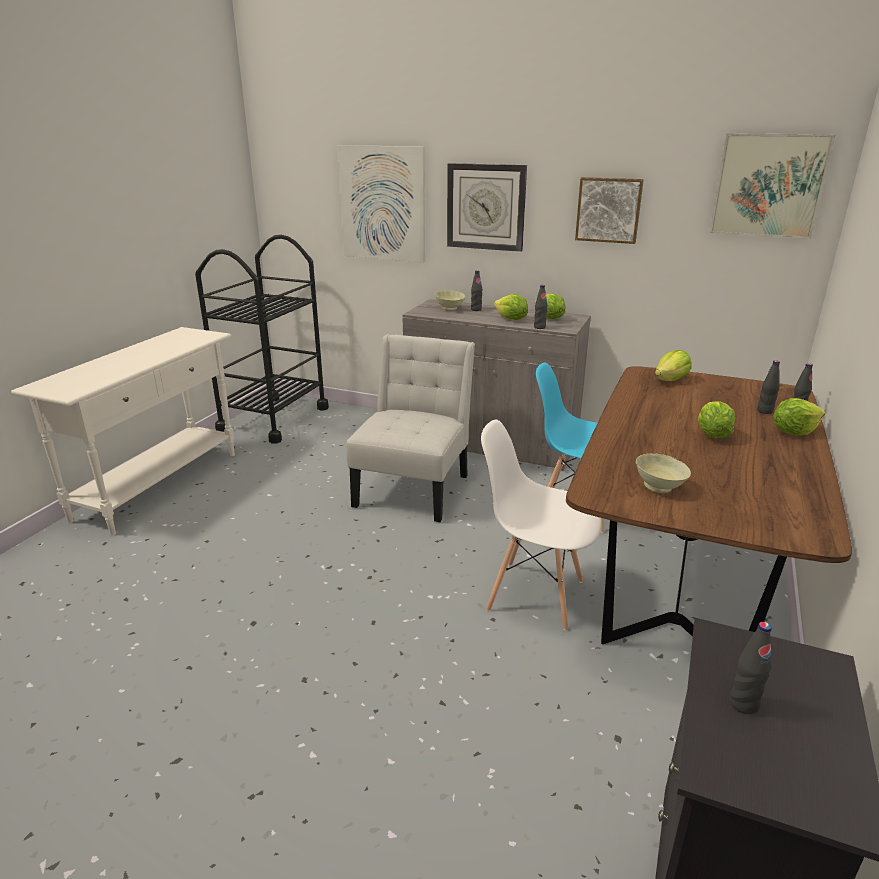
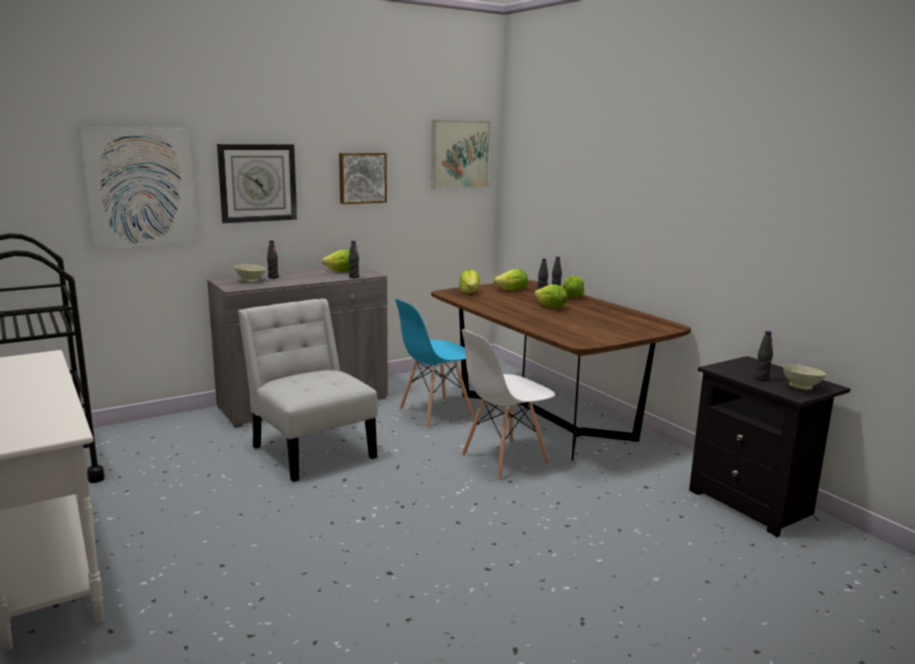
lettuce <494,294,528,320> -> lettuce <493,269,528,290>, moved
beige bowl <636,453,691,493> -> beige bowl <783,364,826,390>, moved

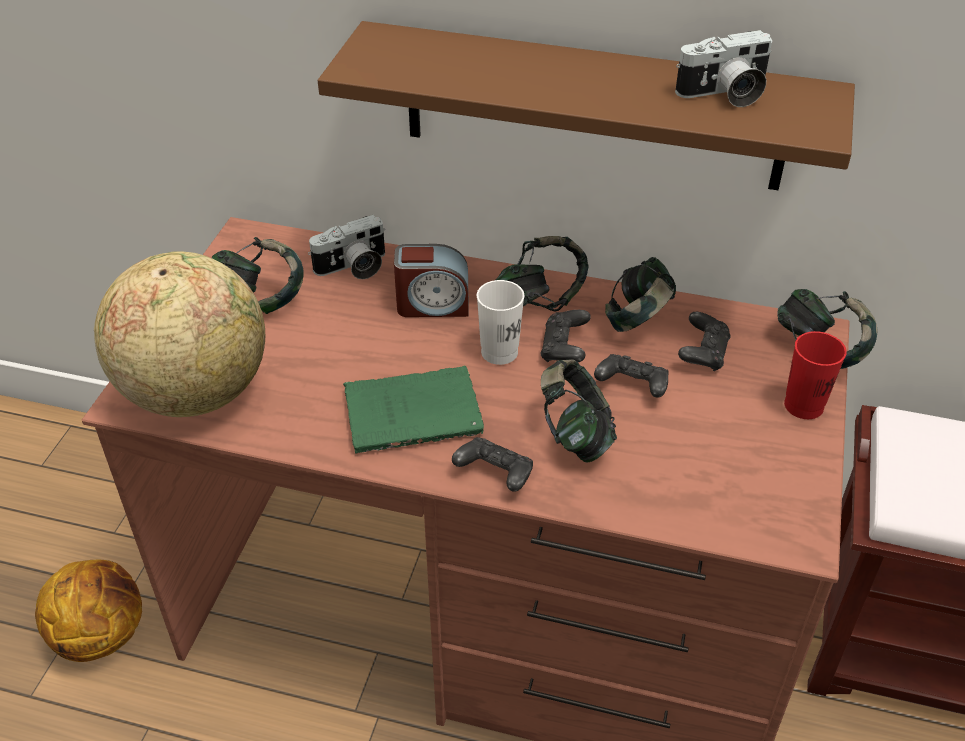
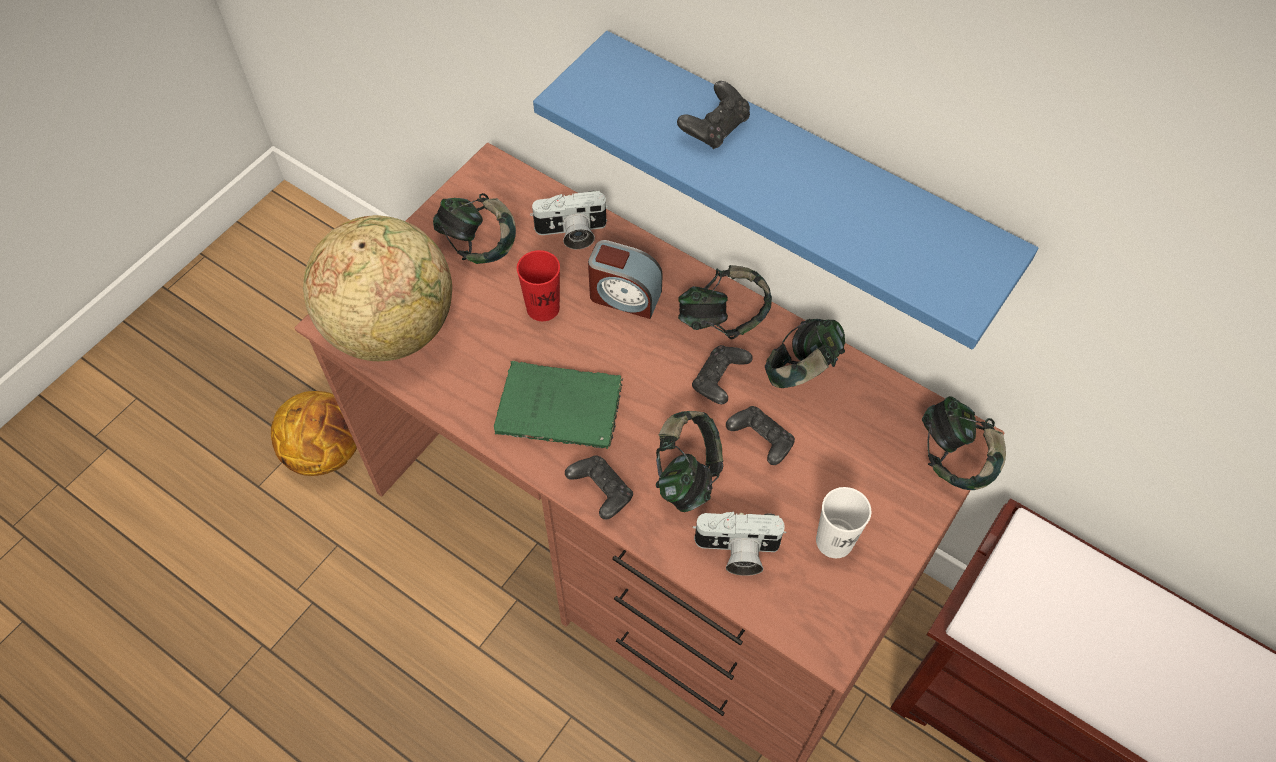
white cup <477,280,524,365> -> white cup <816,487,871,558>, moved
photo camera <675,30,772,107> -> photo camera <693,512,786,576>, moved
black game controller <678,312,730,371> -> black game controller <677,81,750,149>, moved
red cup <784,331,847,419> -> red cup <517,250,560,321>, moved
brown shelf <318,21,855,190> -> blue shelf <533,31,1038,349>

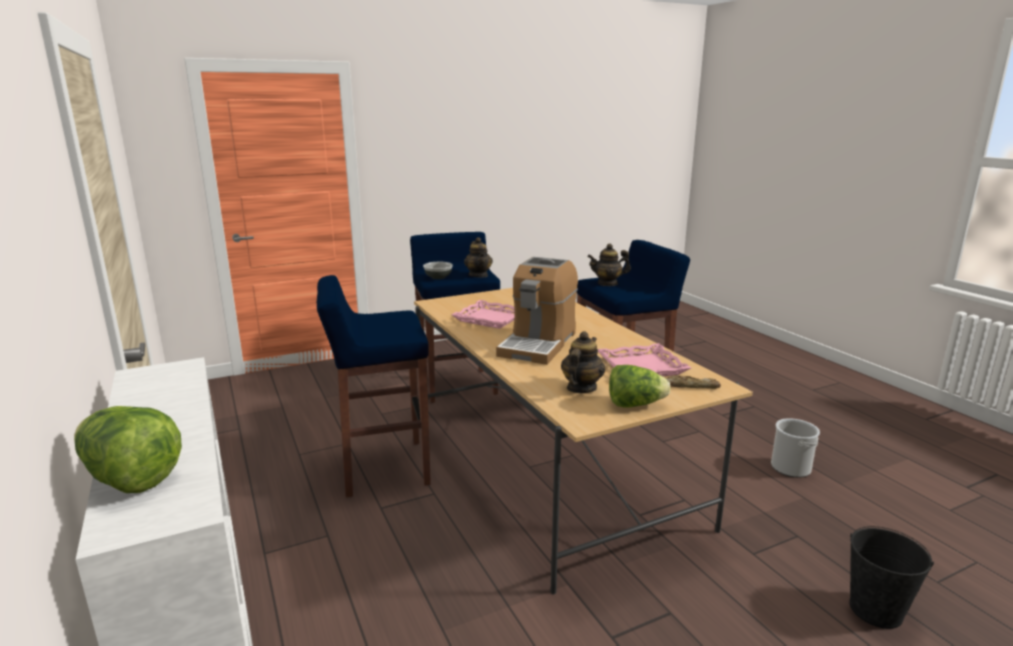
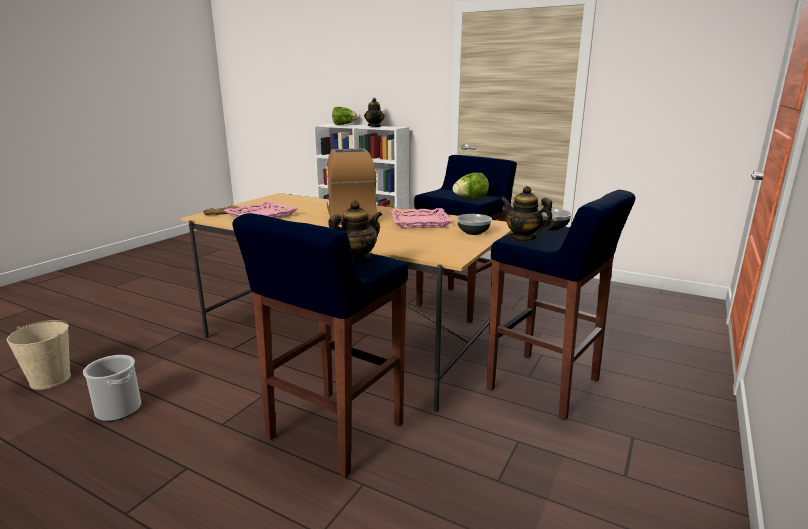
black bucket <850,526,934,629> -> none
none -> beige bucket <7,320,71,390>
none -> bowl <457,214,492,235>
teapot <561,331,605,393> -> teapot <364,98,385,127>, moved
lettuce <609,365,670,407> -> lettuce <453,172,489,199>, moved

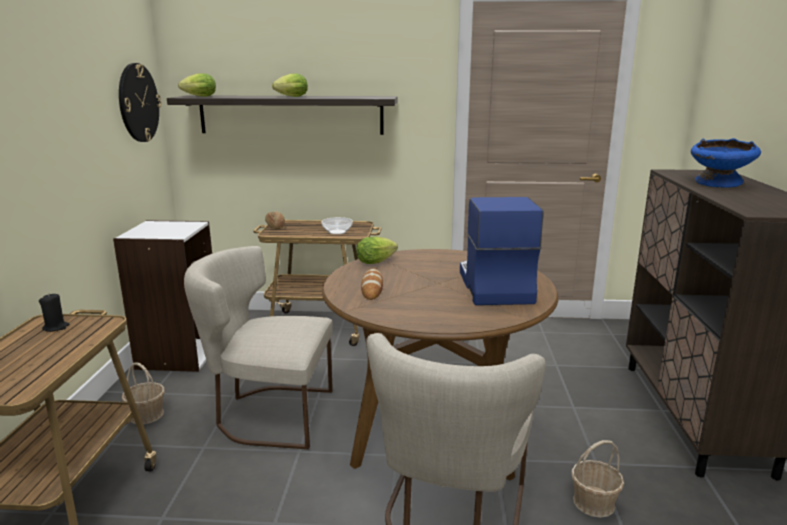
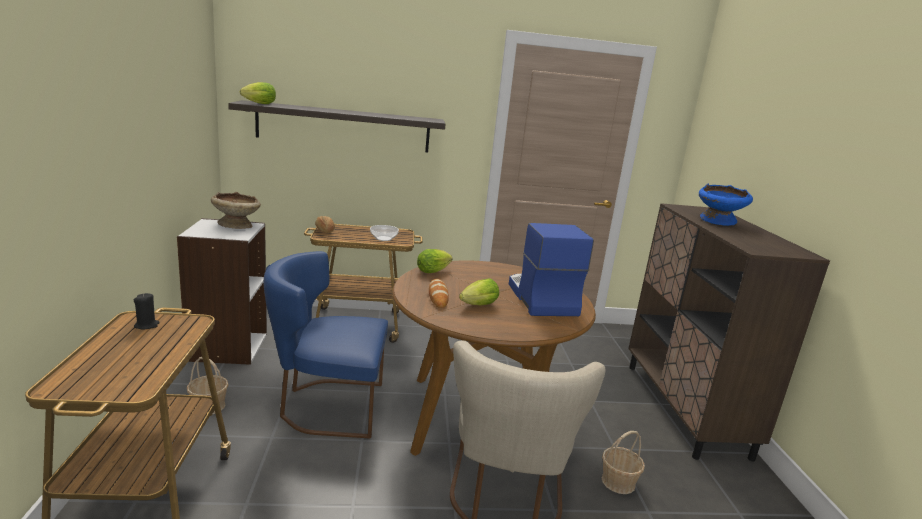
wall clock <119,63,161,142> -> none
none -> beige bowl <211,192,261,229>
lettuce <272,74,308,97> -> lettuce <459,279,499,305>, moved
beige chair <184,246,333,449> -> blue chair <264,251,388,439>

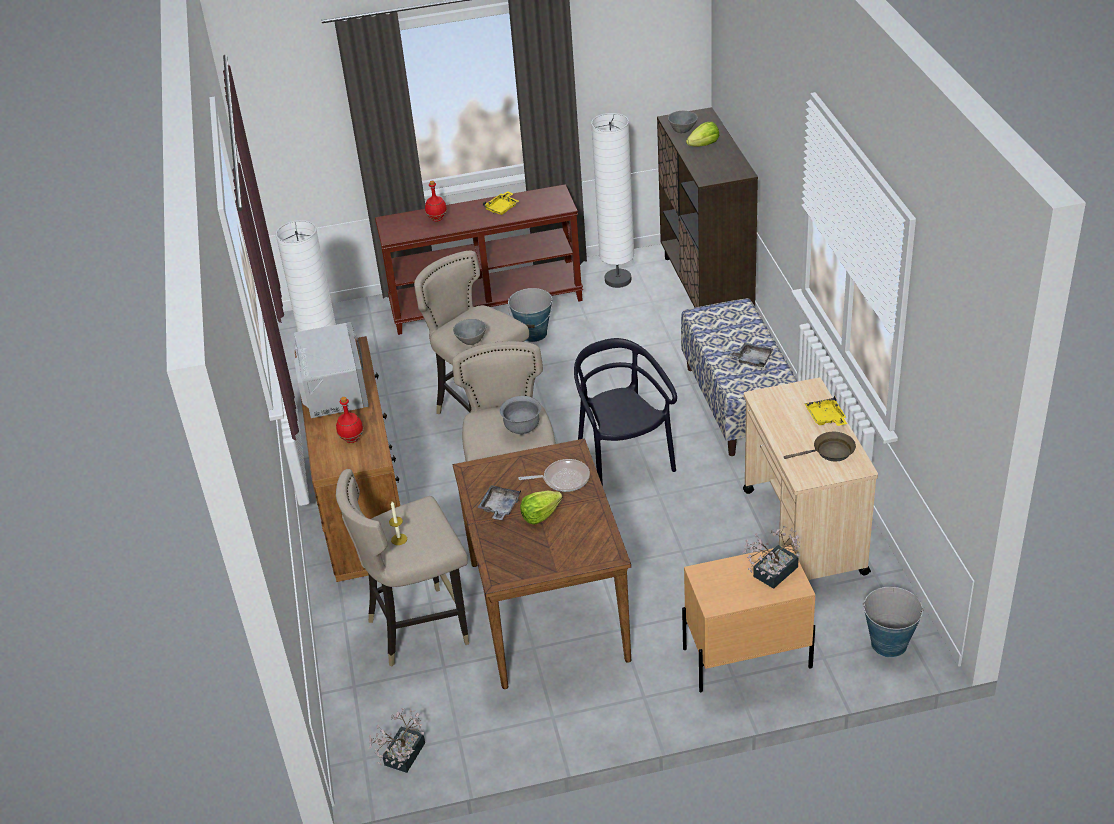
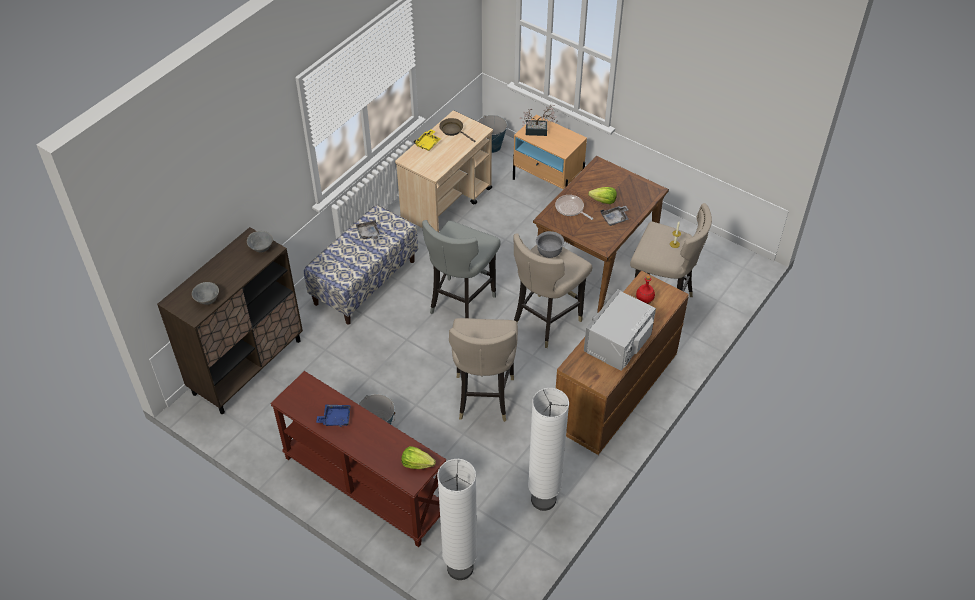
potted plant <368,708,425,773> -> none
red bottle <425,181,447,222> -> none
grey bowl <453,319,486,345> -> grey bowl <247,231,273,252>, moved
white floor lamp <591,113,634,288> -> white floor lamp <437,459,477,580>, moved
lettuce <686,122,719,147> -> lettuce <401,446,436,469>, moved
black chair <574,338,677,486> -> grey stool <422,220,501,318>
yellow tray <482,191,519,215> -> blue tray <316,405,351,427>

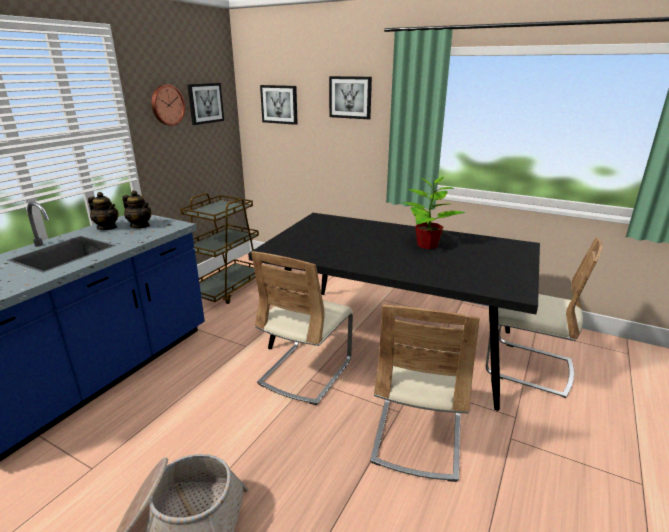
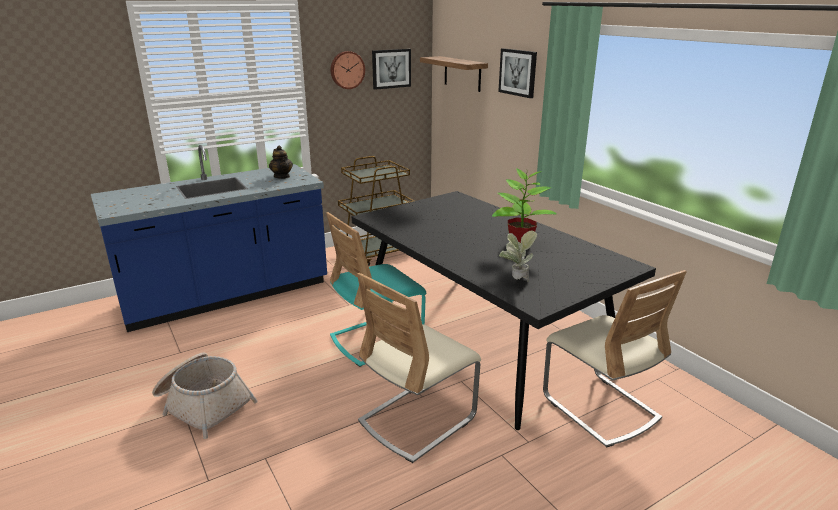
teapot <88,192,119,230> -> none
none -> potted plant <499,230,537,282>
picture <260,85,298,125> -> shelf <420,56,488,92>
beige chair <251,251,353,405> -> turquoise chair <326,212,426,367>

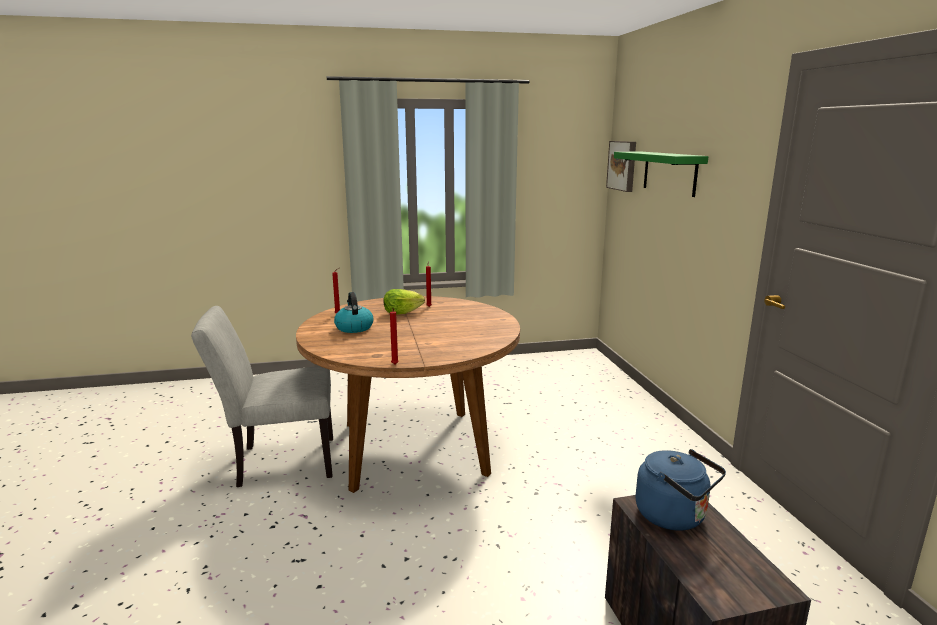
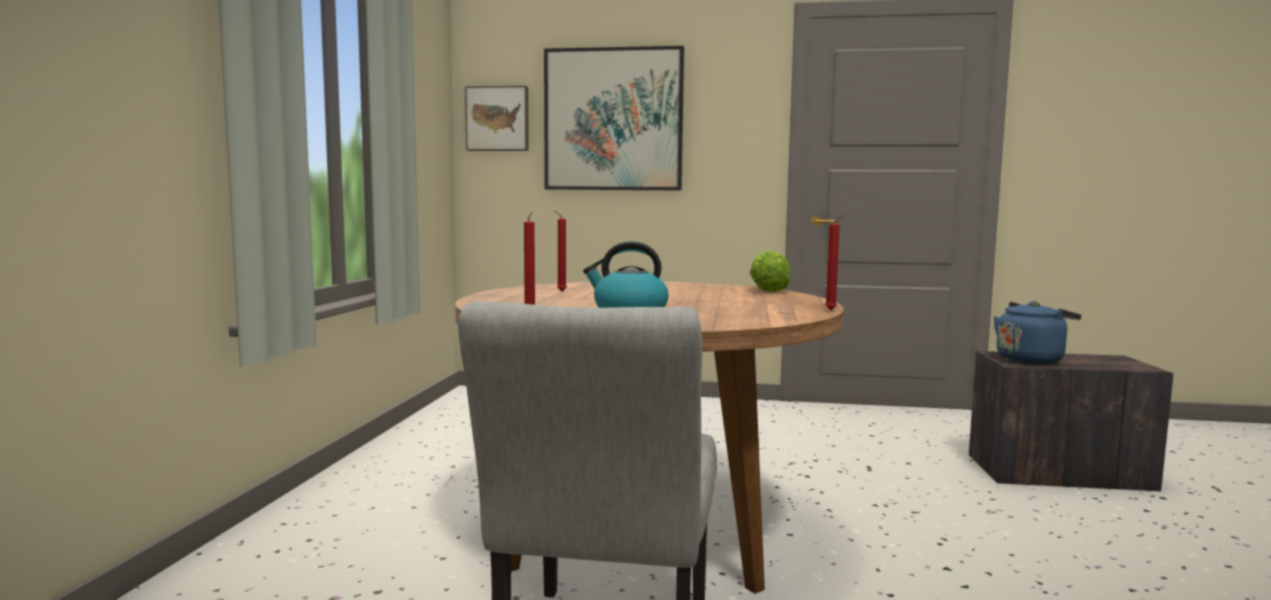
lettuce <384,289,425,315> -> lettuce <750,250,791,292>, moved
green shelf <614,152,709,197> -> picture <544,46,684,191>

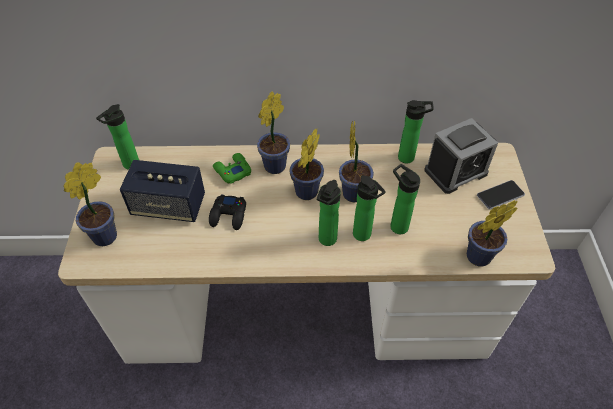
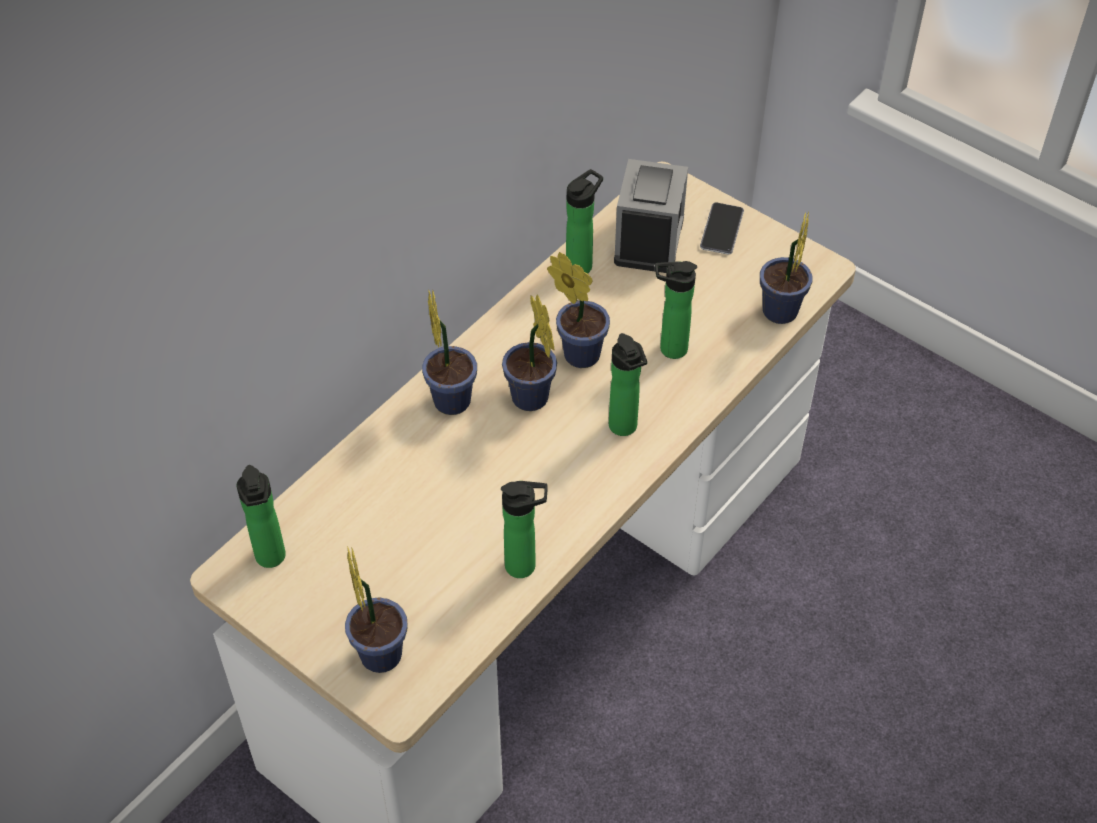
speaker <120,160,205,222> -> none
black game controller <209,194,246,230> -> none
green game controller <213,153,251,184> -> none
bottle <353,175,386,241> -> bottle <501,481,548,578>, moved

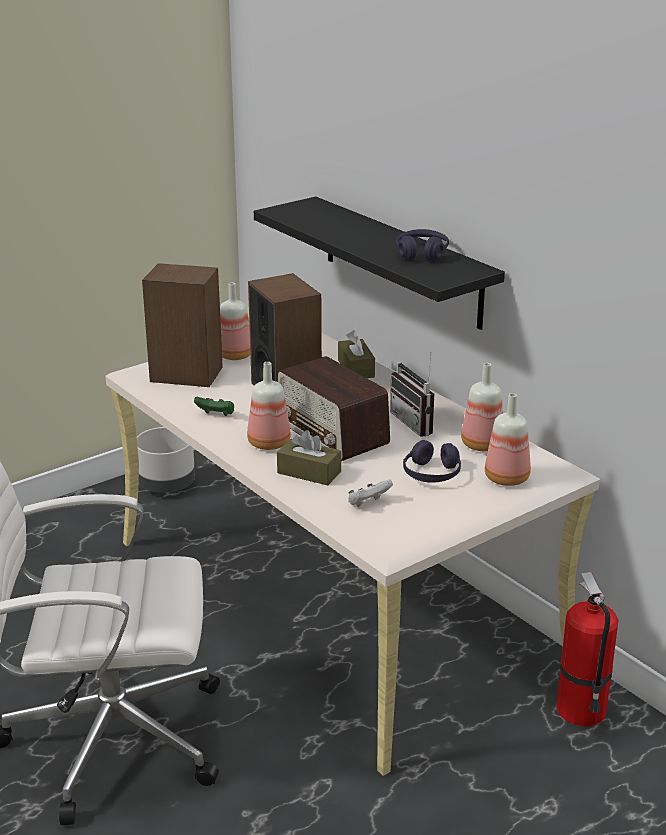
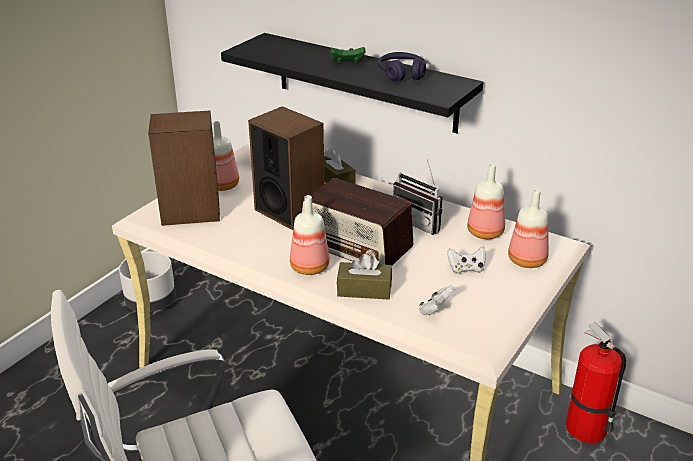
green game controller <194,397,234,416> -> green game controller <330,47,366,64>, moved
purple headphones <403,440,461,483> -> white game controller <447,246,486,274>

